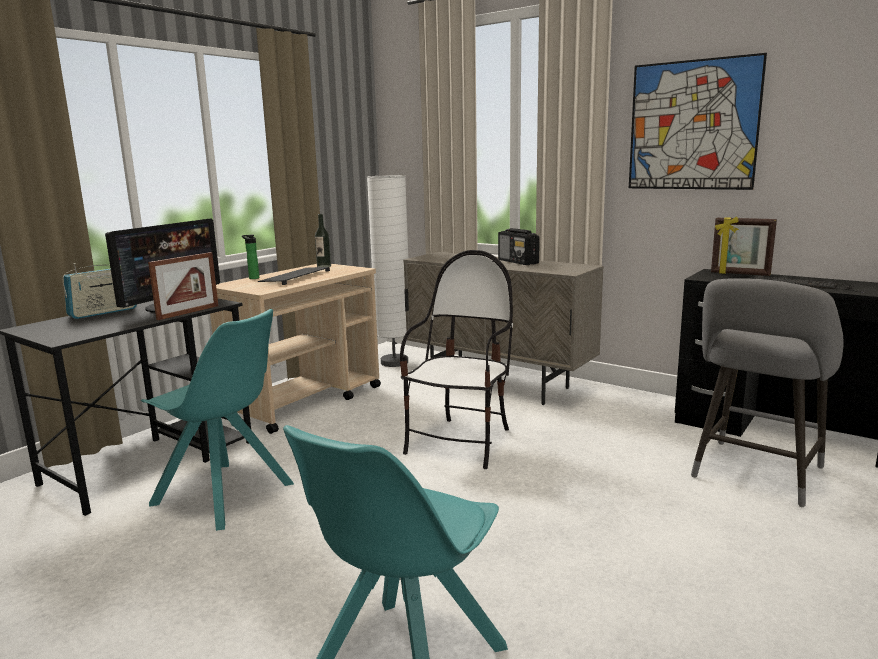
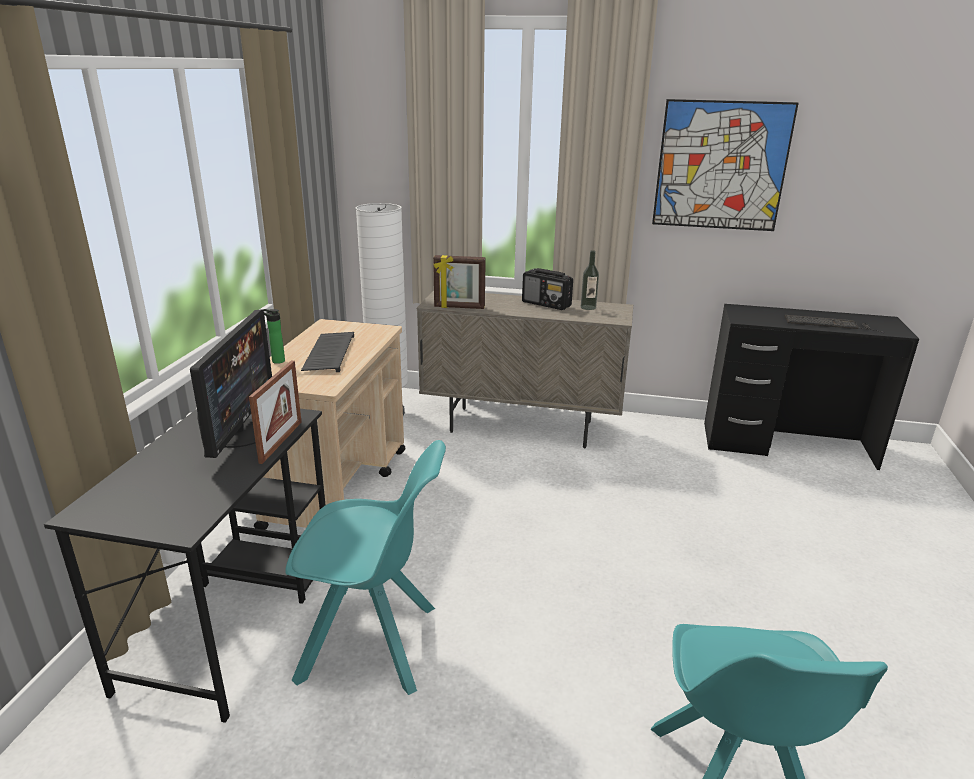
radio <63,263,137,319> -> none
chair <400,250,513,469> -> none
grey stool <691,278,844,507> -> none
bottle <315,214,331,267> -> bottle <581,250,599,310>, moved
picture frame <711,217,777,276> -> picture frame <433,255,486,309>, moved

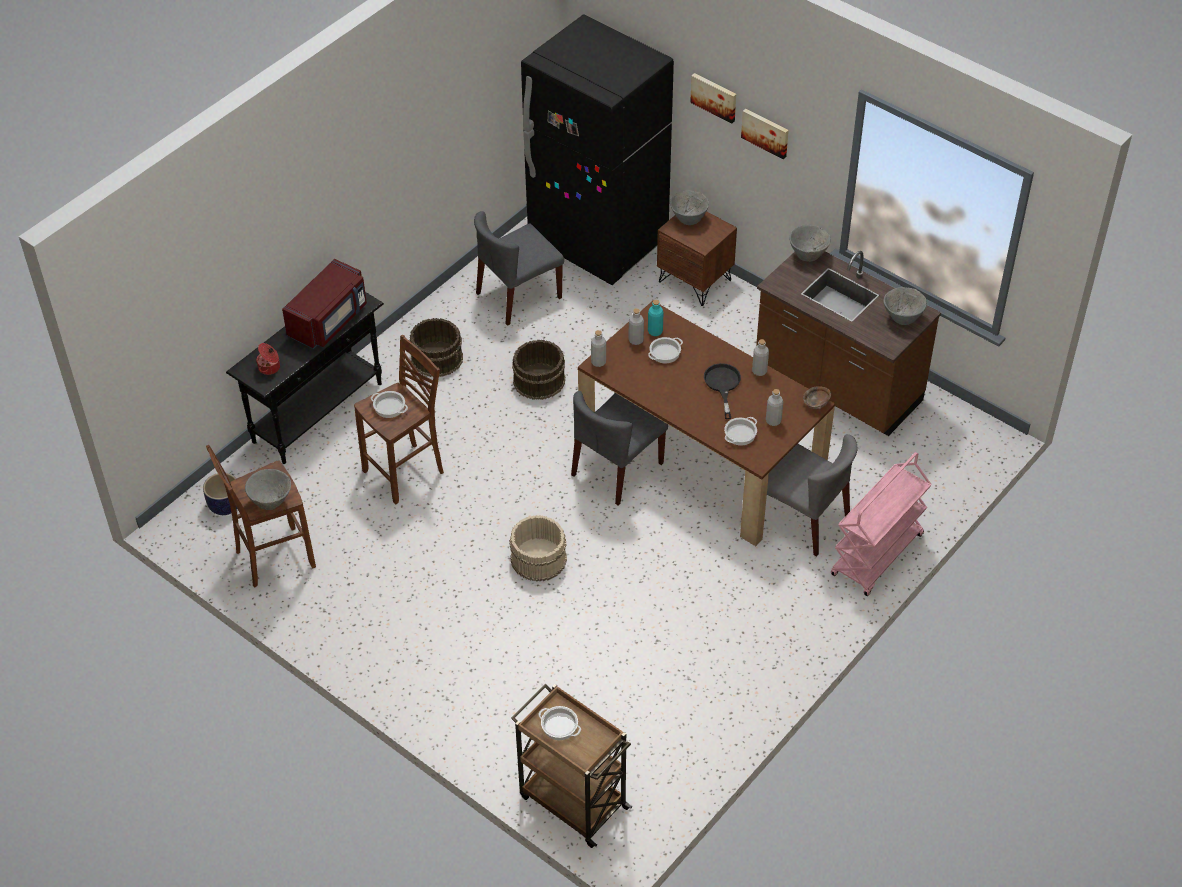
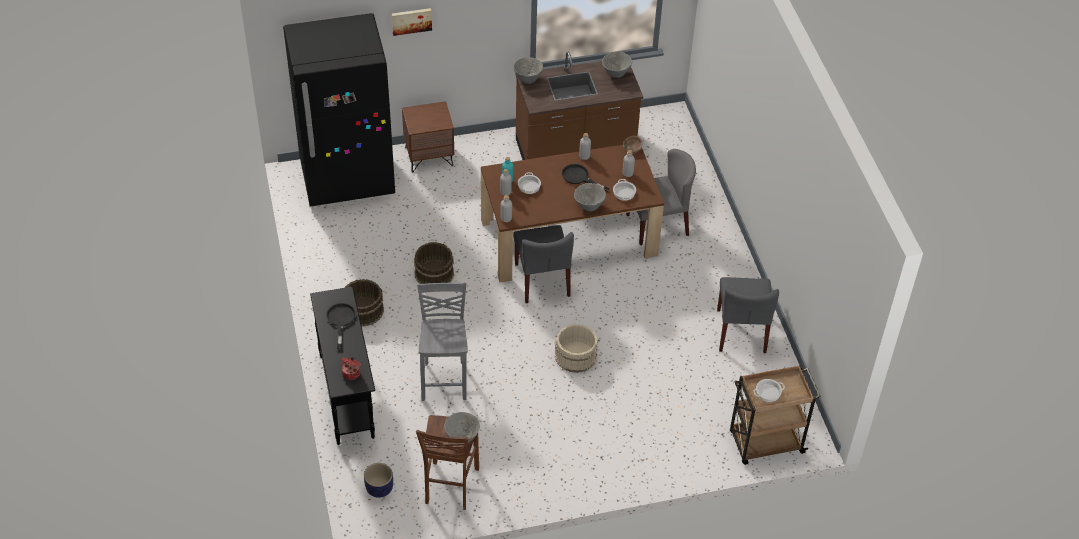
cooking pot <371,391,408,418> -> none
picture <741,109,789,159> -> none
pink cart <831,452,932,596> -> none
grey chair <474,211,564,326> -> grey chair <717,277,779,353>, moved
grey bowl <670,190,709,225> -> grey bowl <574,183,606,211>, moved
red microwave <282,259,367,349> -> black frying pan <326,303,356,349>
brown stool <354,335,444,504> -> grey stool <417,282,468,401>

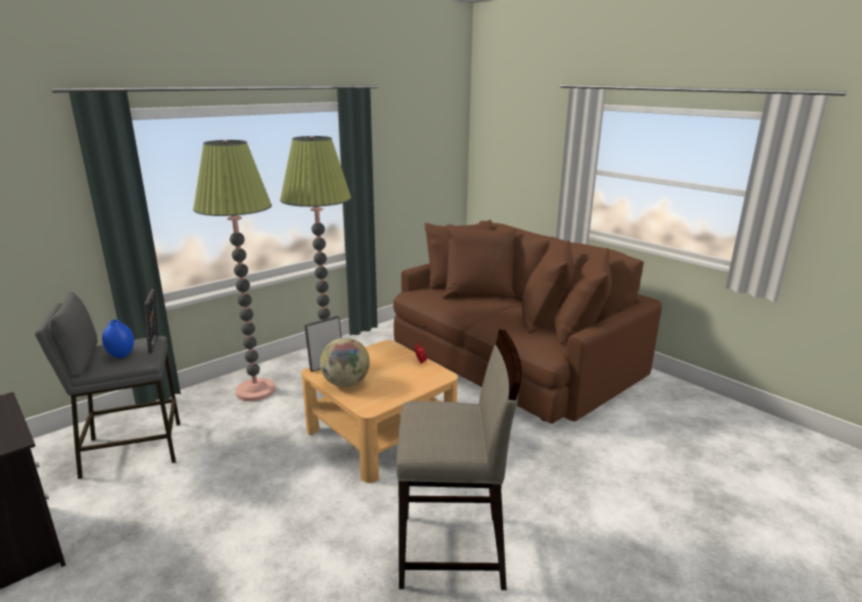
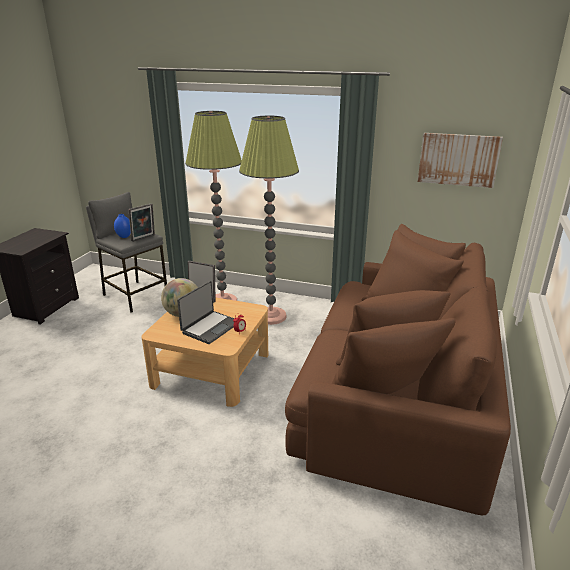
beige stool <396,329,522,590> -> none
none -> laptop <177,281,234,344>
none -> picture <418,133,503,188>

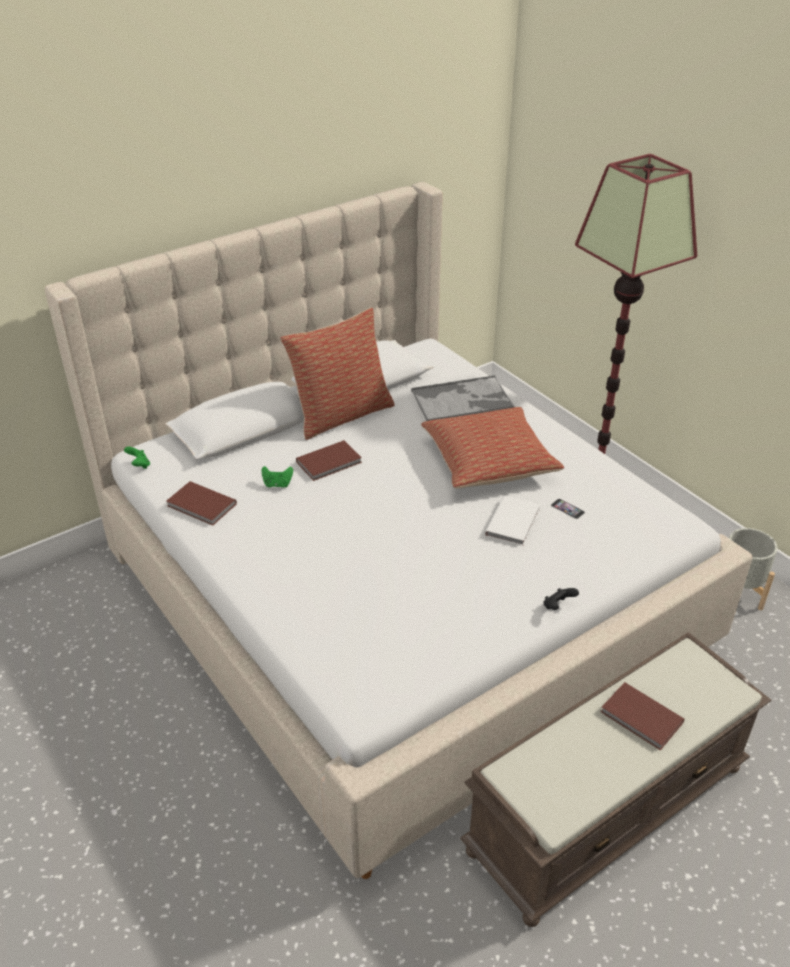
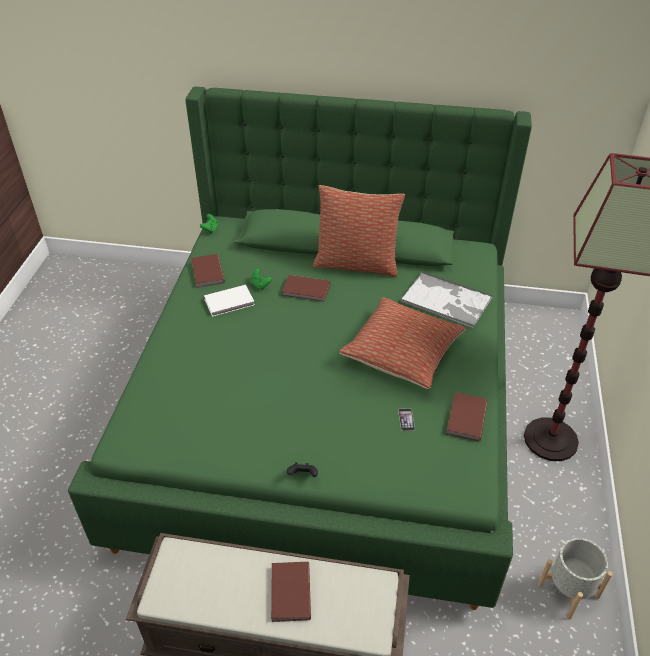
none -> brown book <446,392,488,441>
white book <485,495,540,546> -> white book <204,285,255,317>, moved
beige bed <45,182,753,879> -> green bed <68,87,532,610>

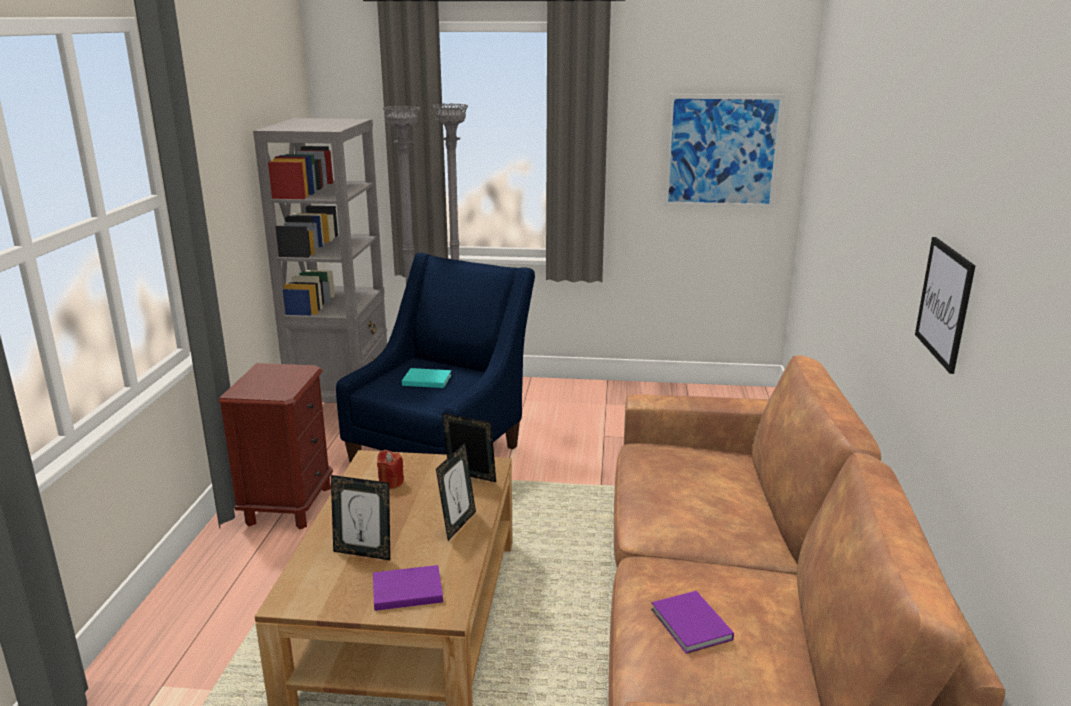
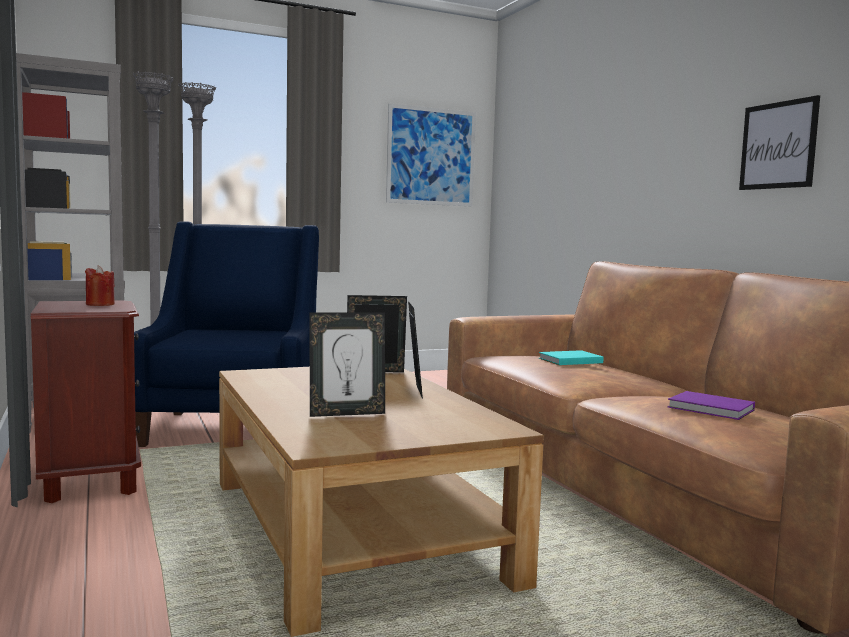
purple book <373,565,443,611> -> none
red candle <377,450,404,489> -> red candle <85,266,115,306>, moved
turquoise book <402,368,451,388> -> turquoise book <539,350,604,365>, moved

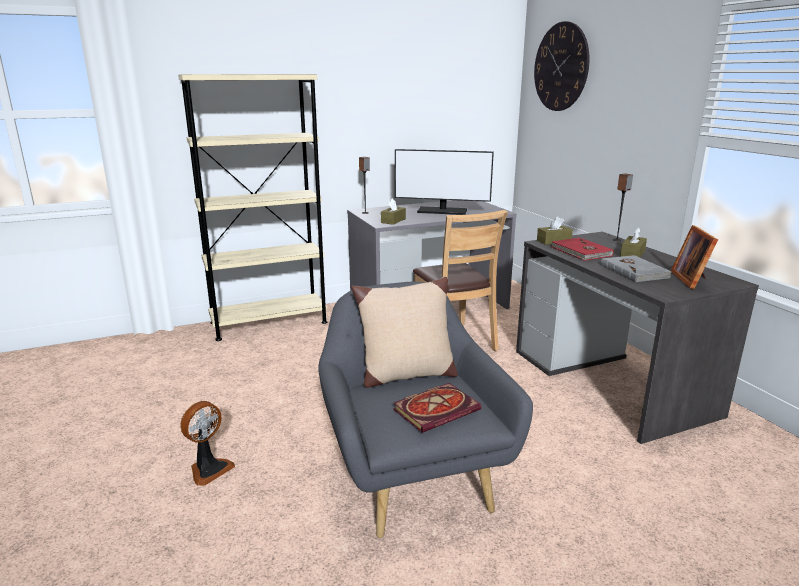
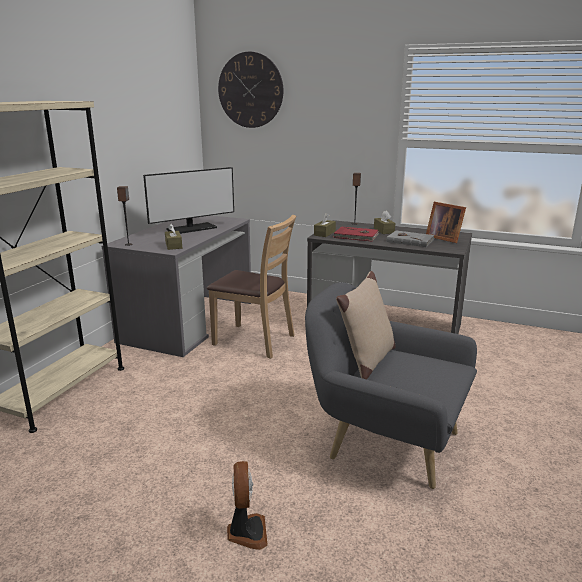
book <393,383,481,433> -> none

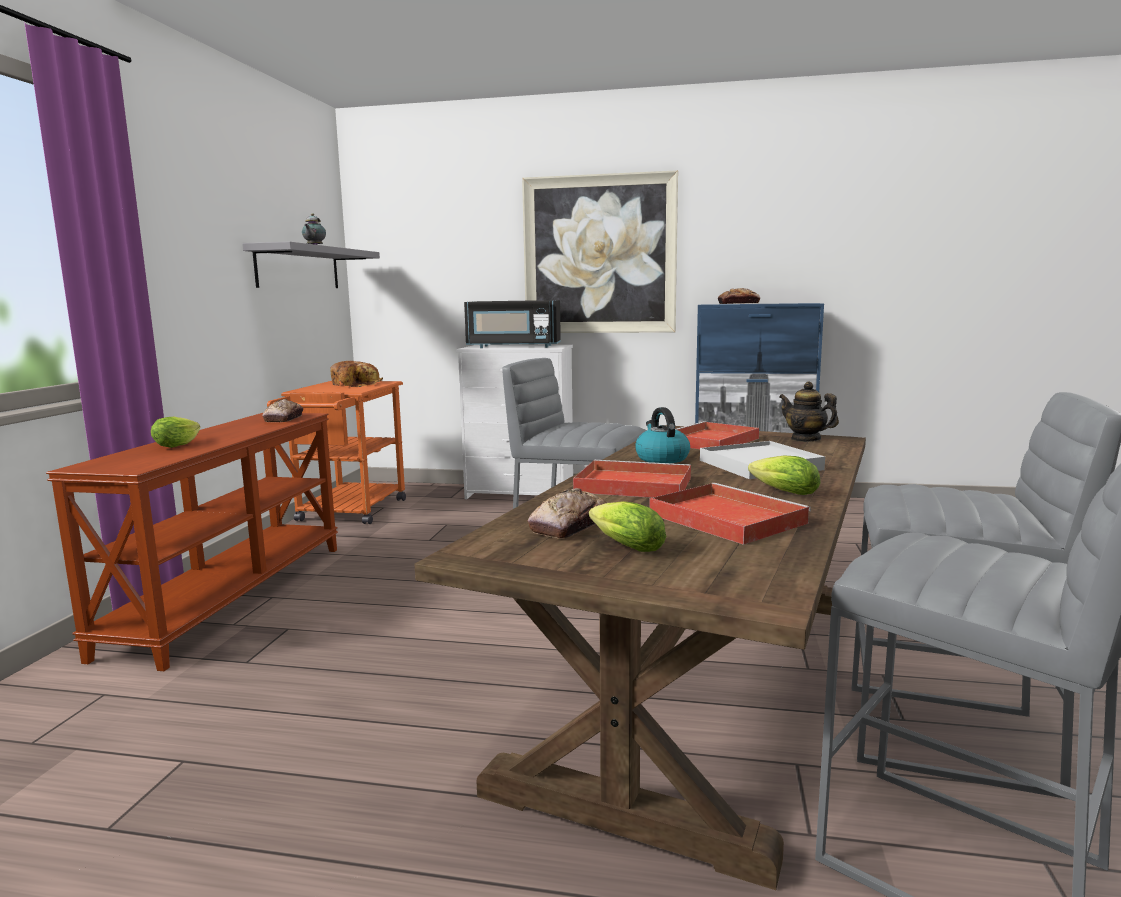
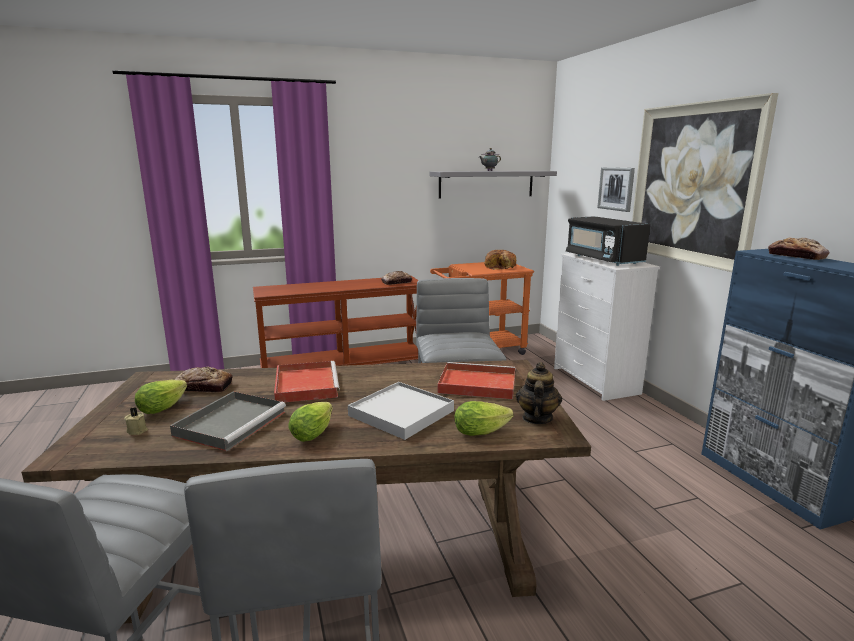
kettle <635,407,690,463> -> none
none -> beige candle <124,407,148,435>
none -> picture <597,167,635,212>
lettuce <151,417,201,448> -> lettuce <454,401,513,436>, moved
red tray <649,483,811,545> -> grey tray <170,391,286,451>

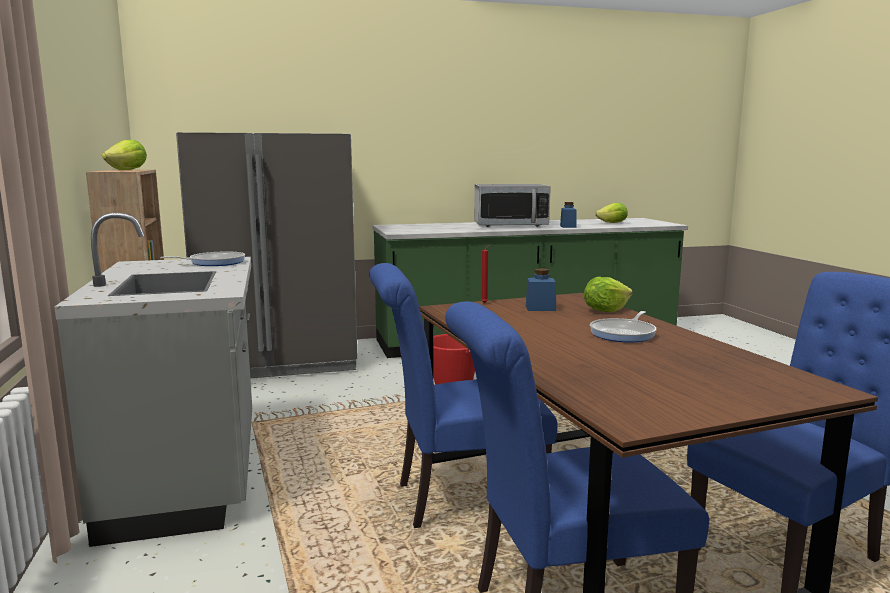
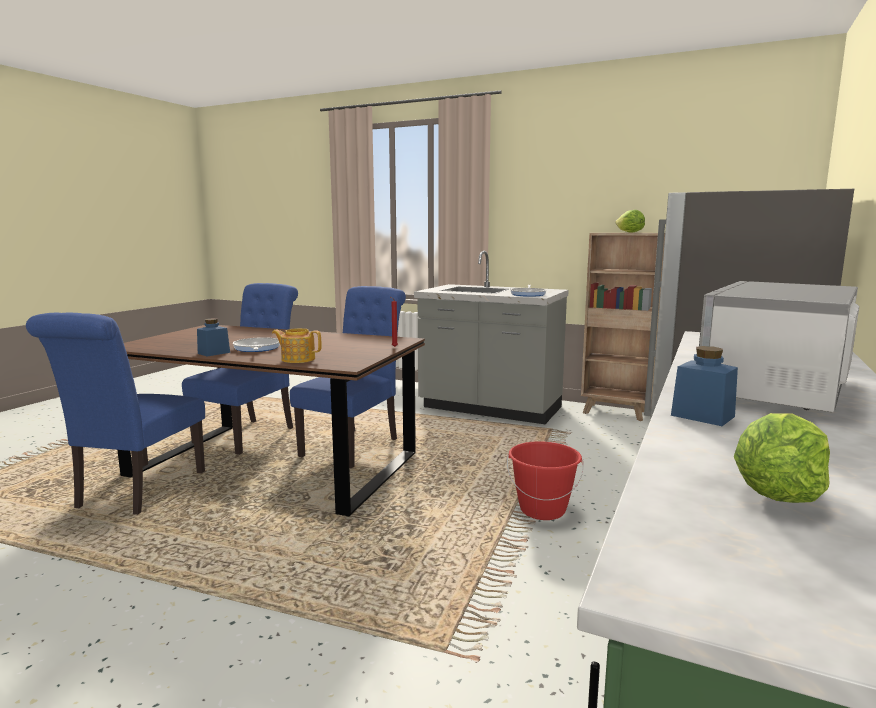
blue jar <526,268,556,311> -> blue jar <197,318,230,357>, moved
lettuce <584,277,633,312> -> teapot <272,328,321,363>

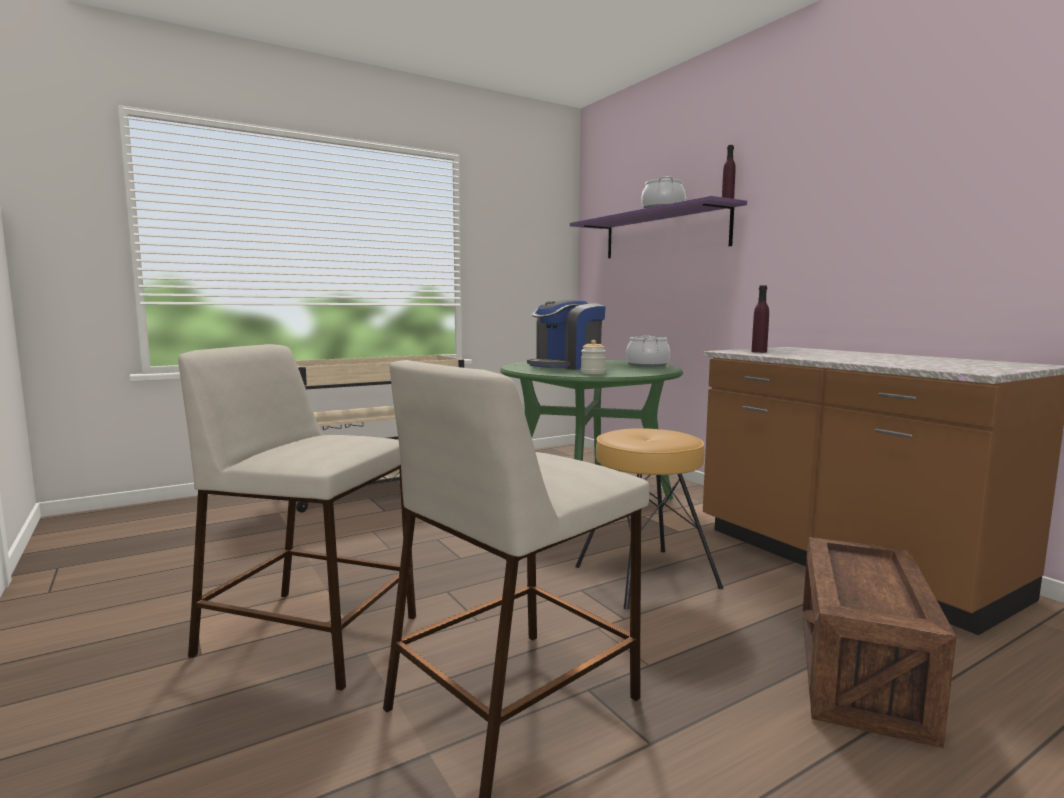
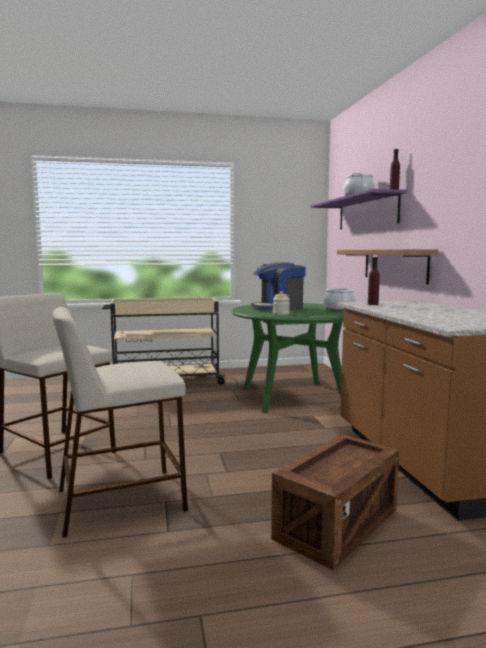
brown stool <575,428,723,610> -> none
none -> shelf <337,249,439,284>

